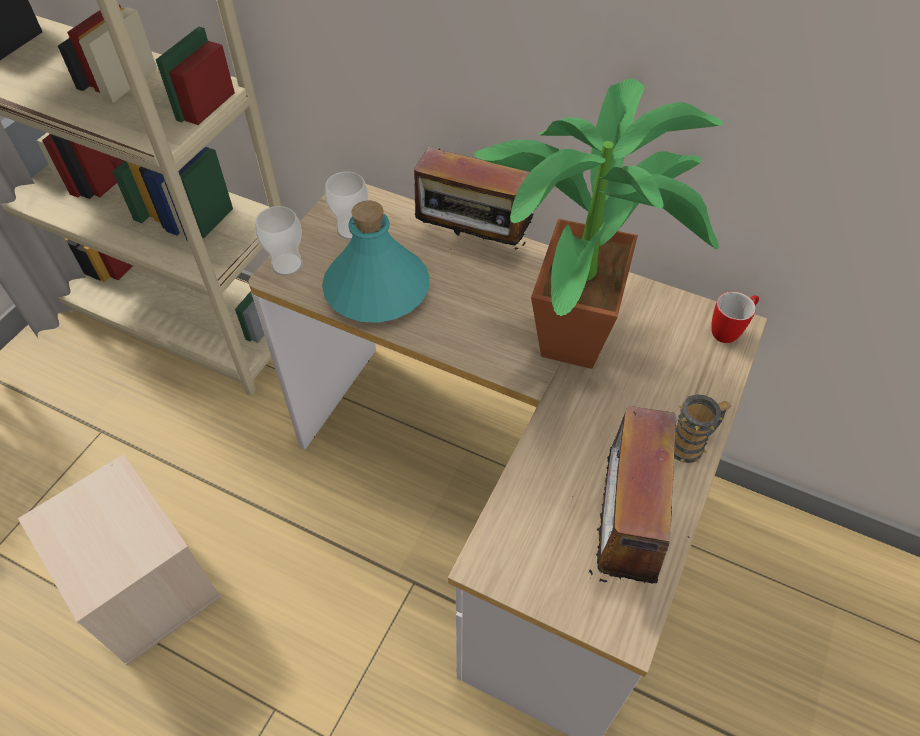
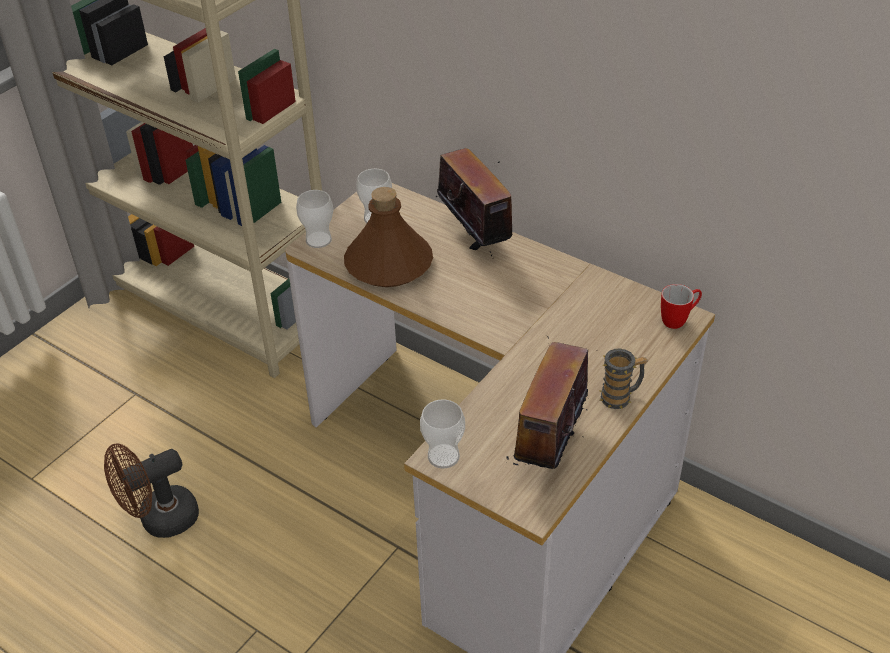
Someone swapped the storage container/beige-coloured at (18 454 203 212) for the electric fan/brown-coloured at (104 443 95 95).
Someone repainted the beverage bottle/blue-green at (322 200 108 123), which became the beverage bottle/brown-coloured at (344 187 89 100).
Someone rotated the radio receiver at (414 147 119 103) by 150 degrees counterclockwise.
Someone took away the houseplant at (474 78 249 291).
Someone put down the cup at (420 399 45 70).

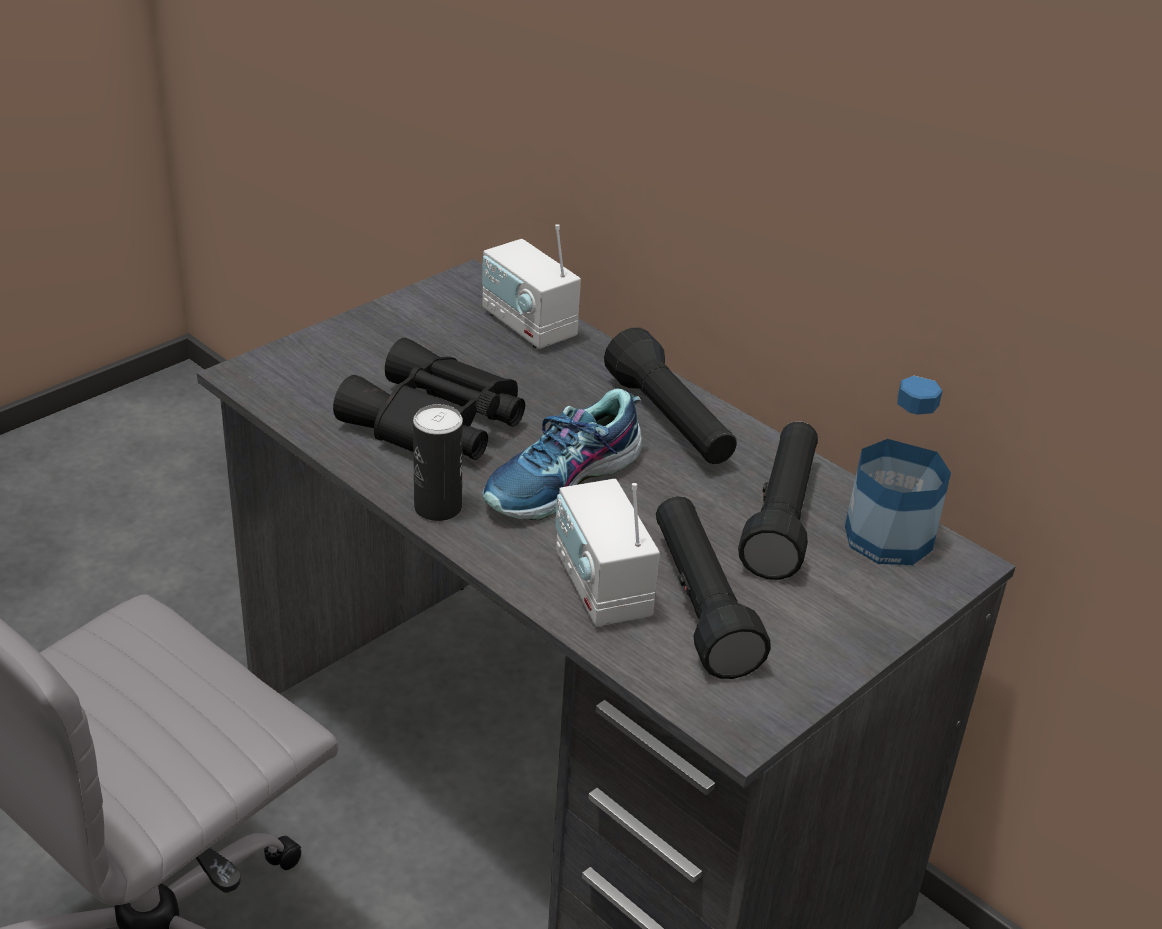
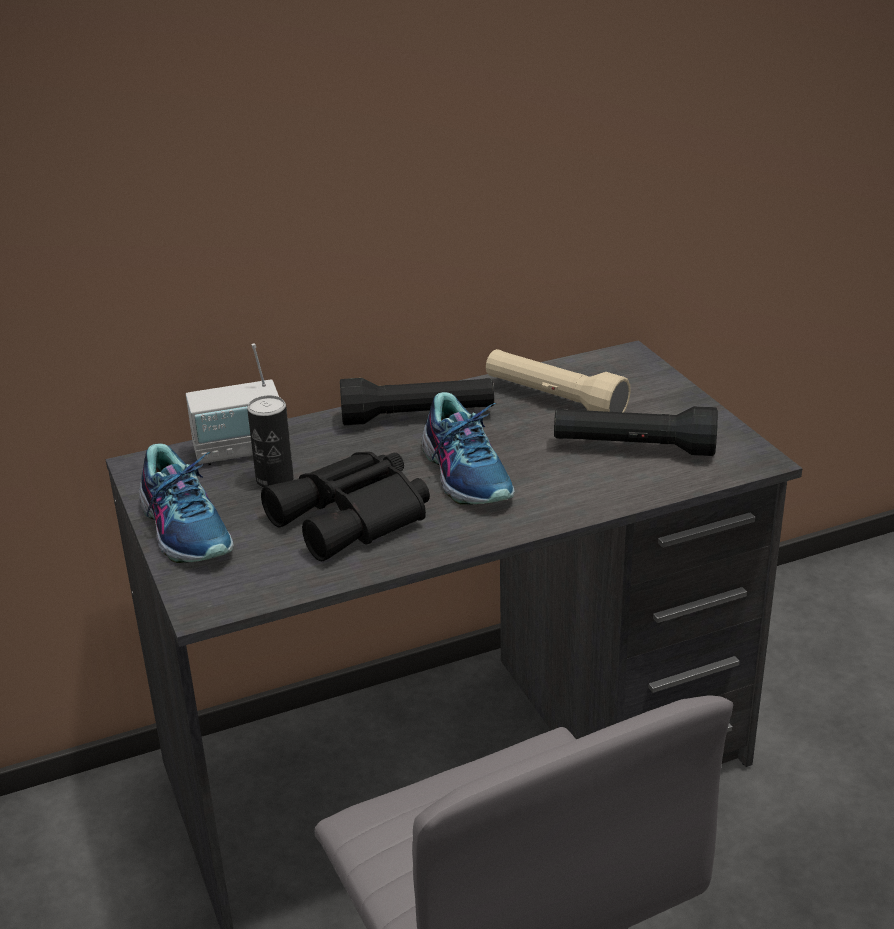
Someone carried the metal can from (413 404 50 117) to (247 395 47 92).
Someone took away the radio receiver at (555 479 105 148).
Someone repainted the hand torch/blackish at (738 422 80 158), which became the hand torch/beige-coloured at (486 349 145 63).
Someone took away the beverage bottle at (845 376 106 189).
Someone put down the item of footwear at (139 443 95 120).

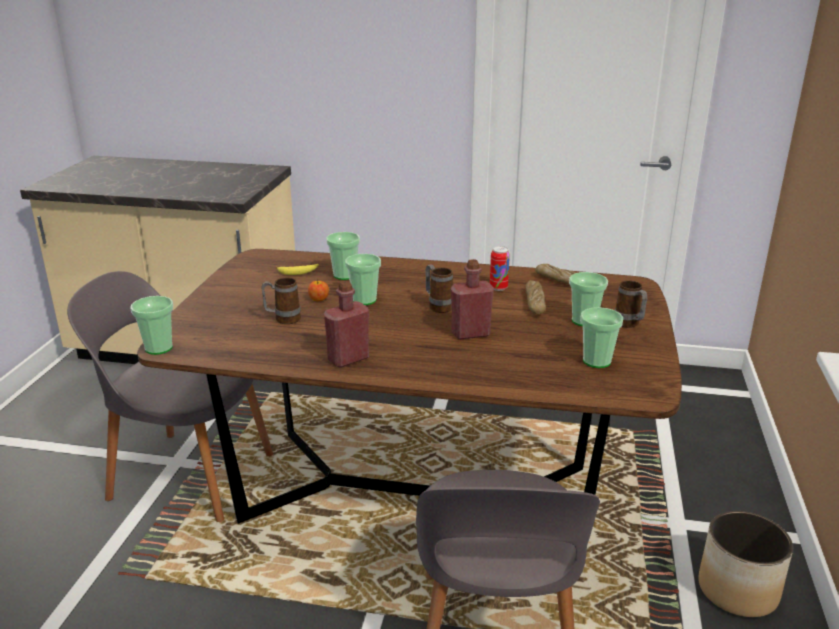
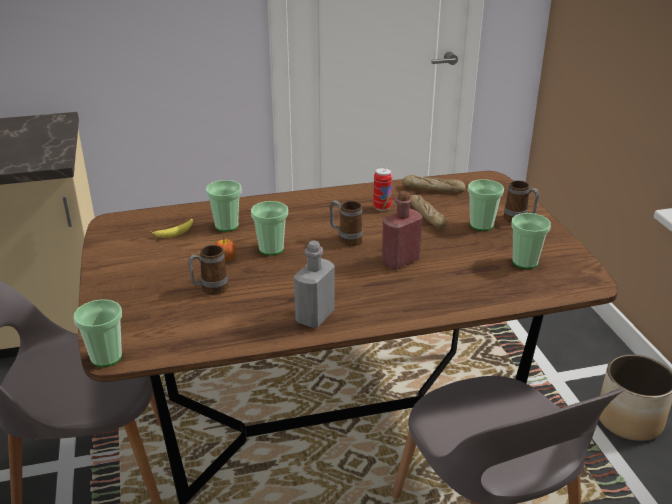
Someone repainted the beverage bottle/red at (324 281 45 87), which became the beverage bottle/greyish at (294 240 41 88).

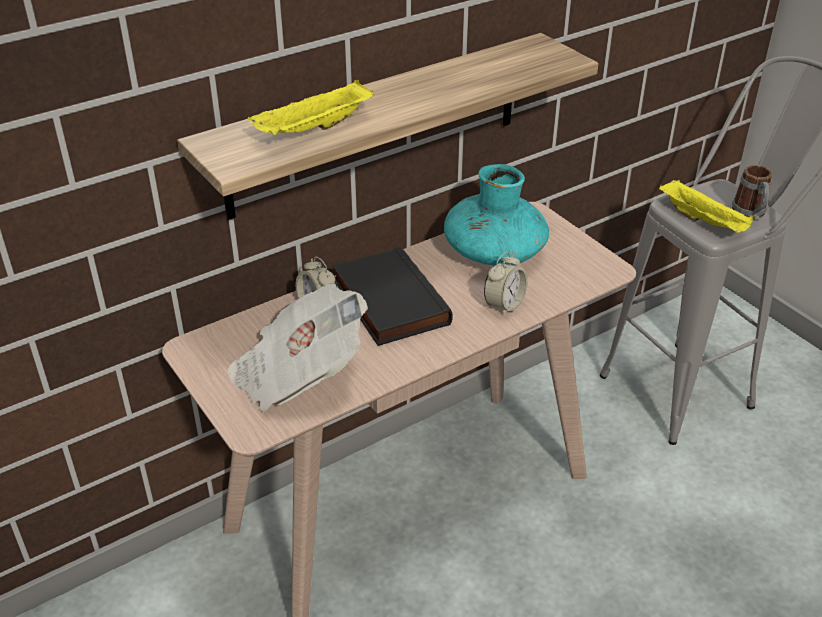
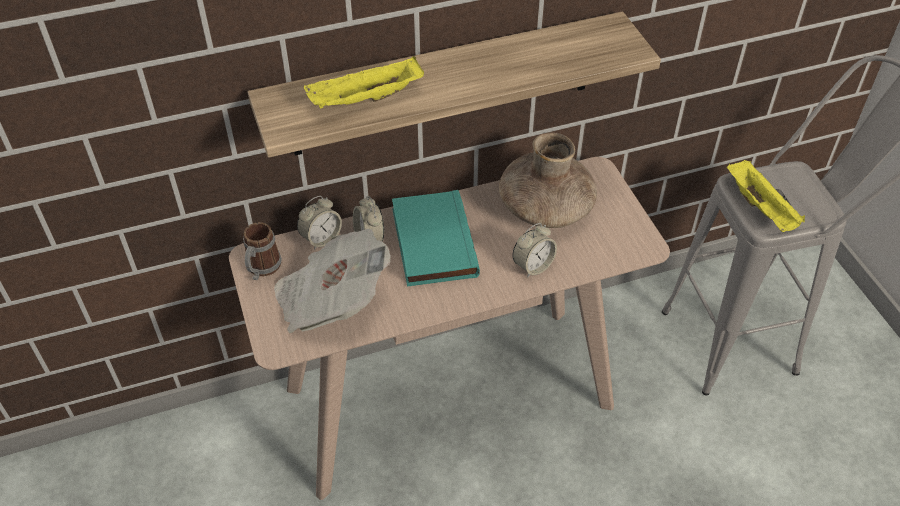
Someone repainted the bound book/blackish at (332 246 121 100), which became the bound book/blue-green at (392 190 88 97).
Someone repainted the flower vase/blue-green at (444 164 105 101), which became the flower vase/brown-coloured at (499 133 98 95).
Someone carried the mug from (732 165 40 56) to (243 222 39 58).
Someone put down the bedside clock at (297 196 45 54).

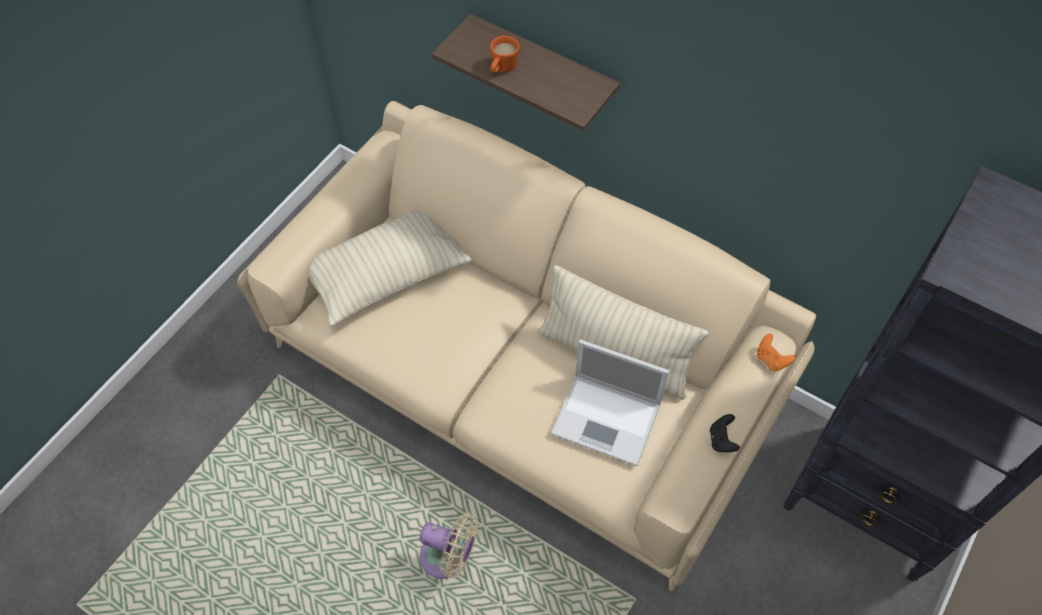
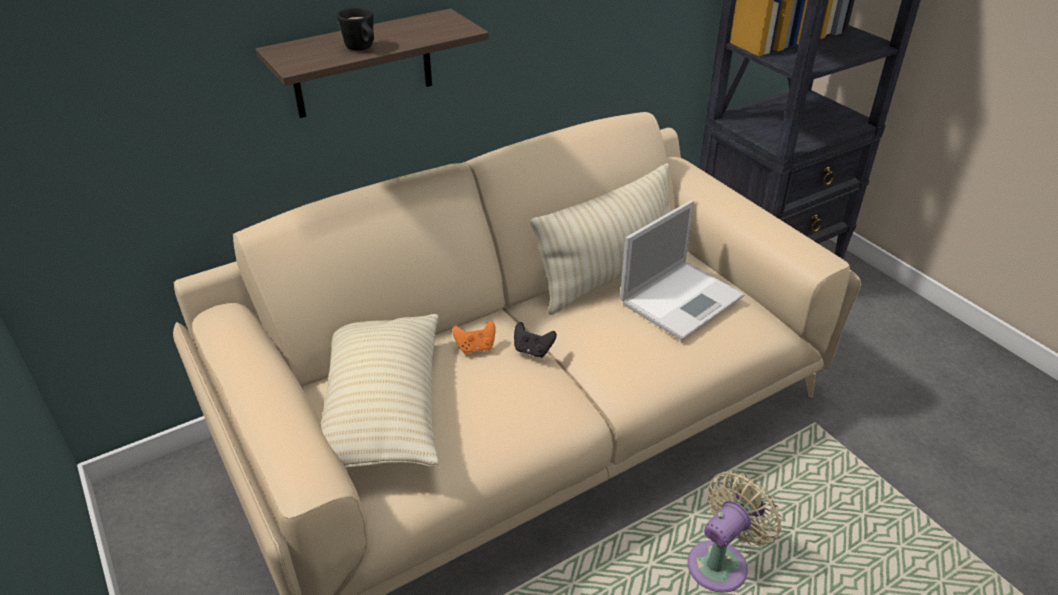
Someone repainted the mug/orangey at (490 36 29 37), which became the mug/blackish at (337 7 37 44).
Someone carried the game controller/blackish from (710 414 30 38) to (514 322 43 36).
Someone carried the game controller/orangey from (757 334 38 37) to (452 321 43 32).

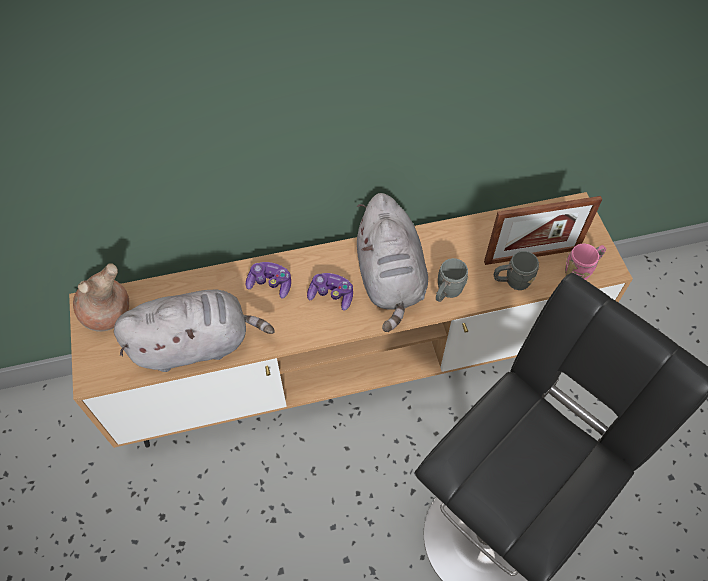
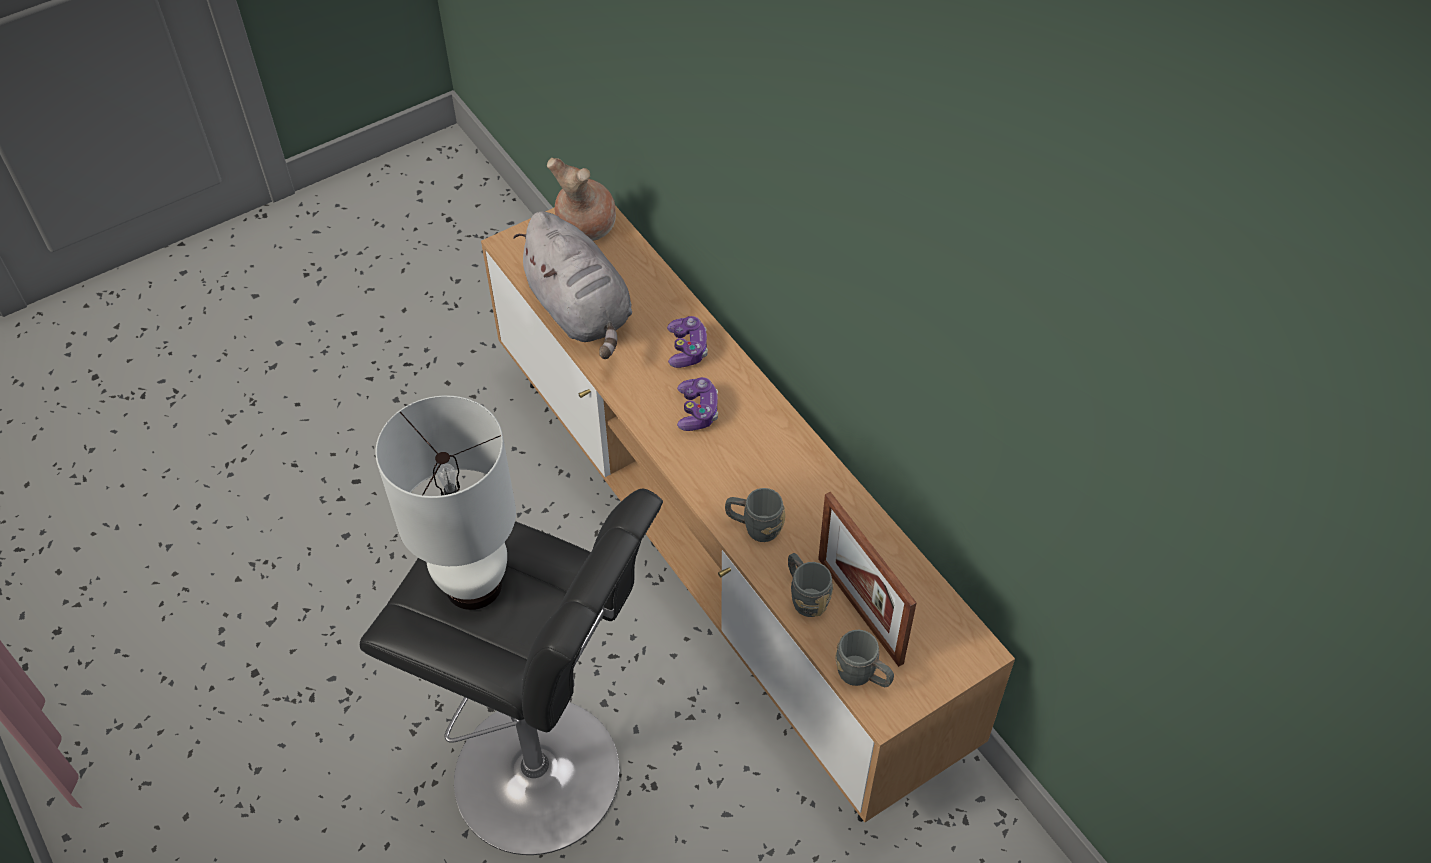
Someone took away the plush toy/greyish at (357 193 71 139).
Someone repainted the mug/pink at (565 244 41 36), which became the mug/greyish at (835 630 59 57).
Someone put down the lamp for a table/white-coloured at (375 396 141 214).

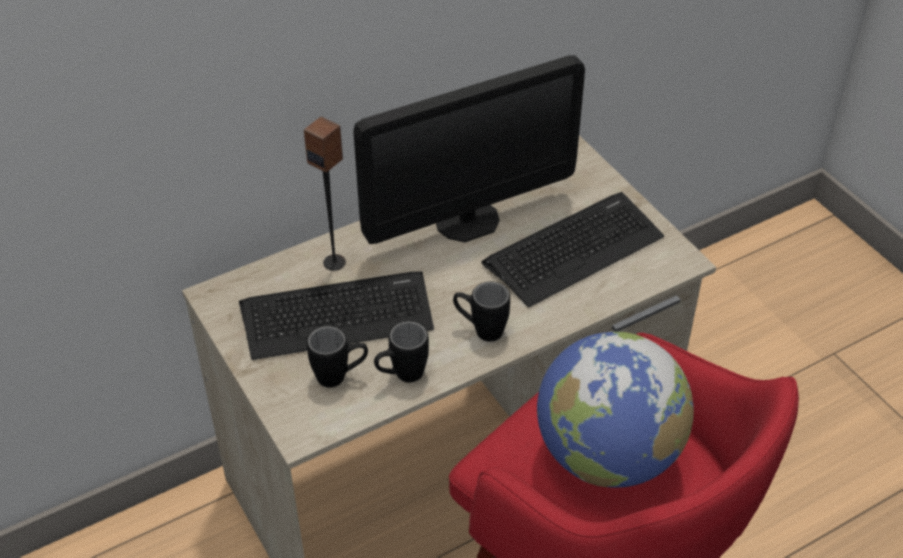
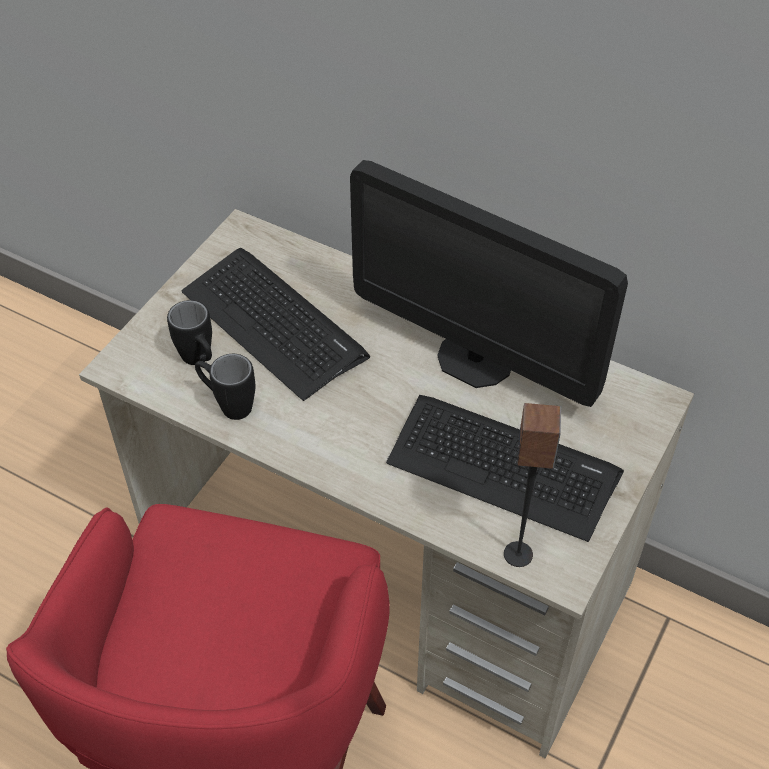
Someone carried the audio speaker from (304 116 42 155) to (504 403 57 164).
Someone took away the mug/blackish at (453 282 57 60).
Someone took away the world globe at (537 331 157 157).

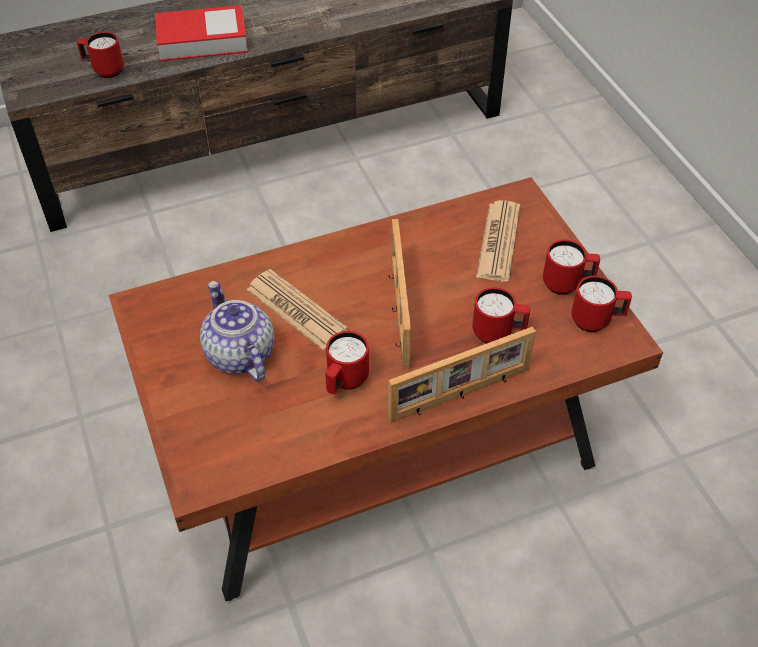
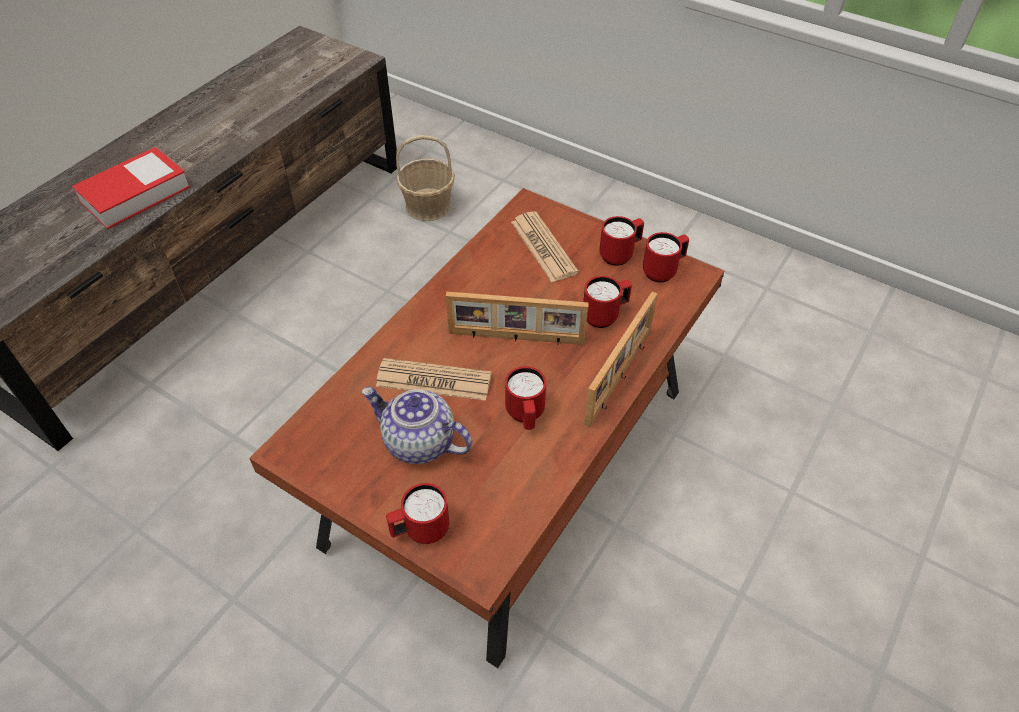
Someone carried the mug/red from (77 32 47 46) to (386 483 63 61).
Someone rotated the standing frame at (389 219 22 150) by 45 degrees counterclockwise.
Someone put down the storage basket at (396 135 59 86).

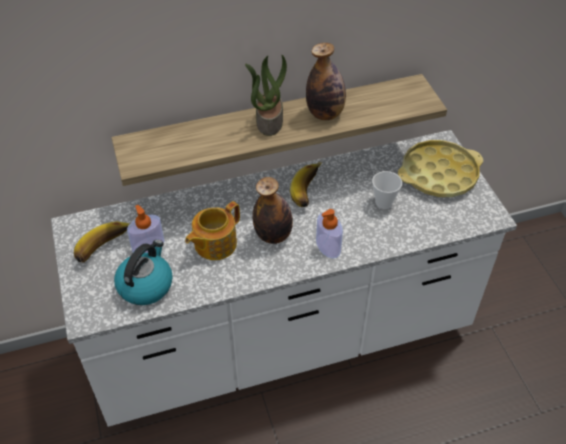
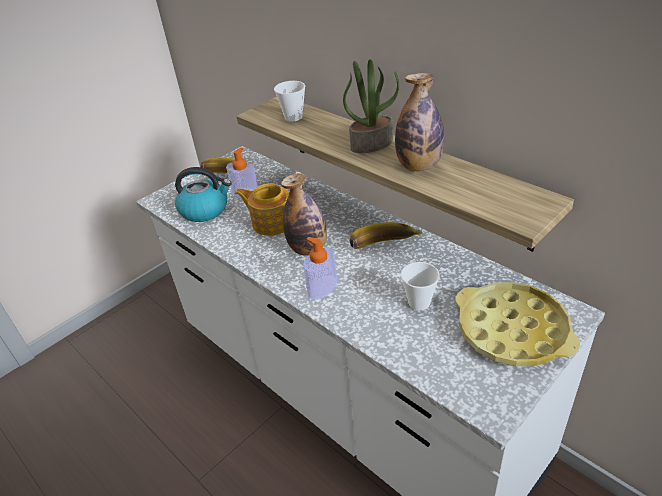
Someone put down the cup at (274 81 31 41).

